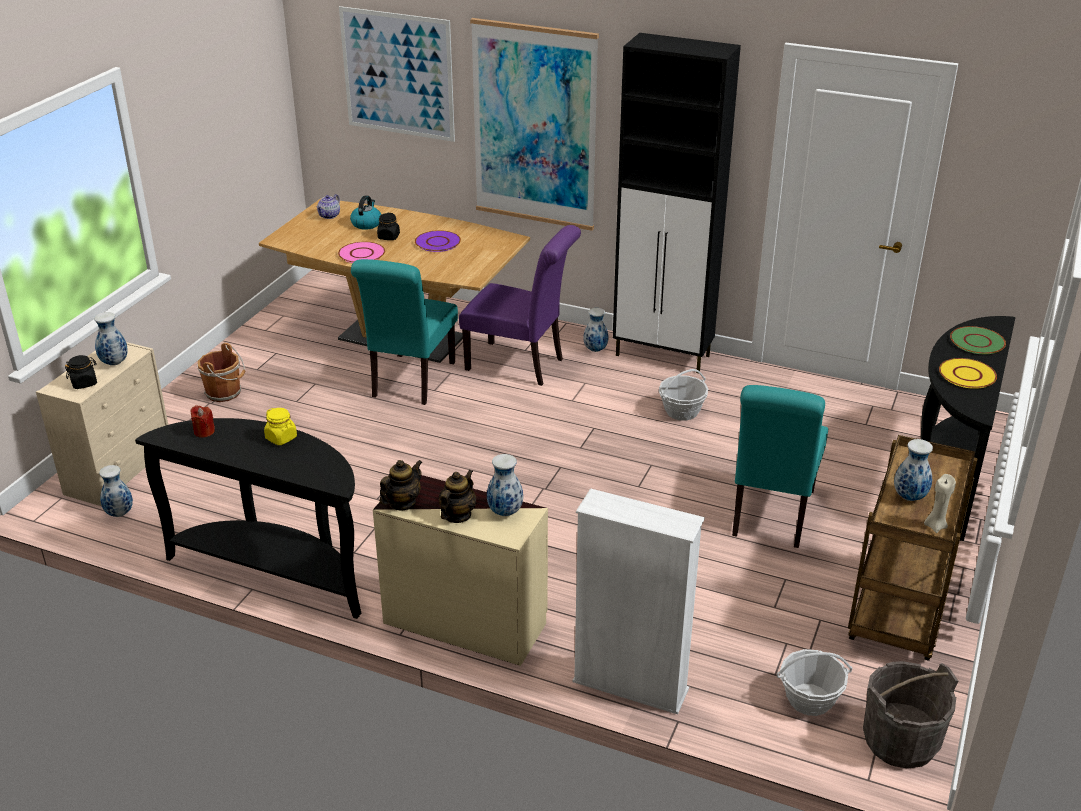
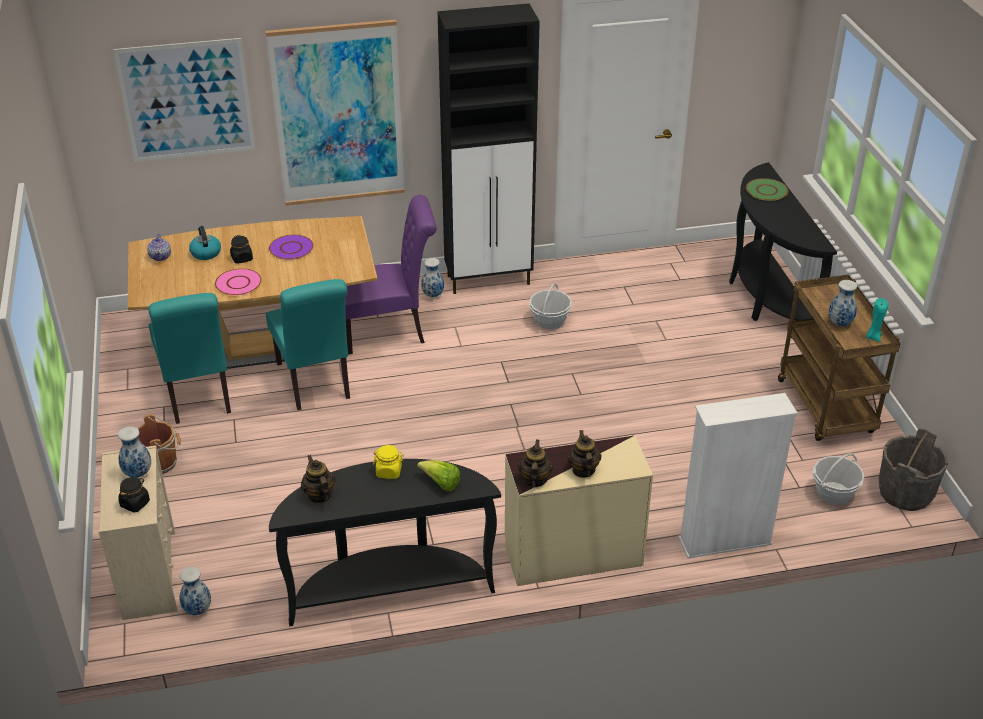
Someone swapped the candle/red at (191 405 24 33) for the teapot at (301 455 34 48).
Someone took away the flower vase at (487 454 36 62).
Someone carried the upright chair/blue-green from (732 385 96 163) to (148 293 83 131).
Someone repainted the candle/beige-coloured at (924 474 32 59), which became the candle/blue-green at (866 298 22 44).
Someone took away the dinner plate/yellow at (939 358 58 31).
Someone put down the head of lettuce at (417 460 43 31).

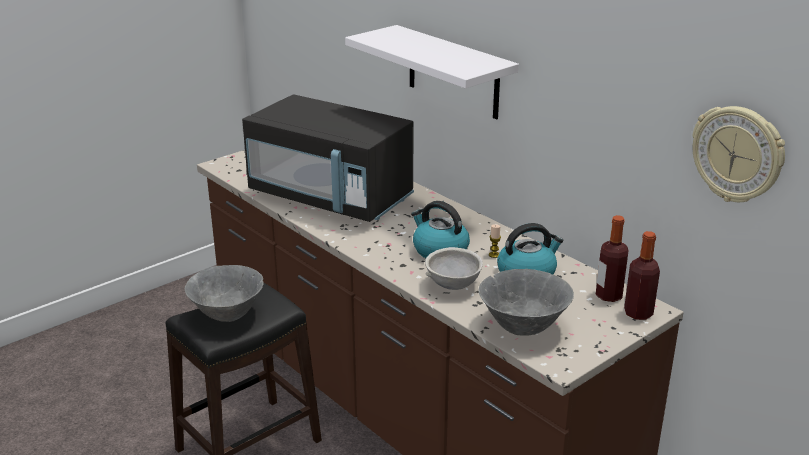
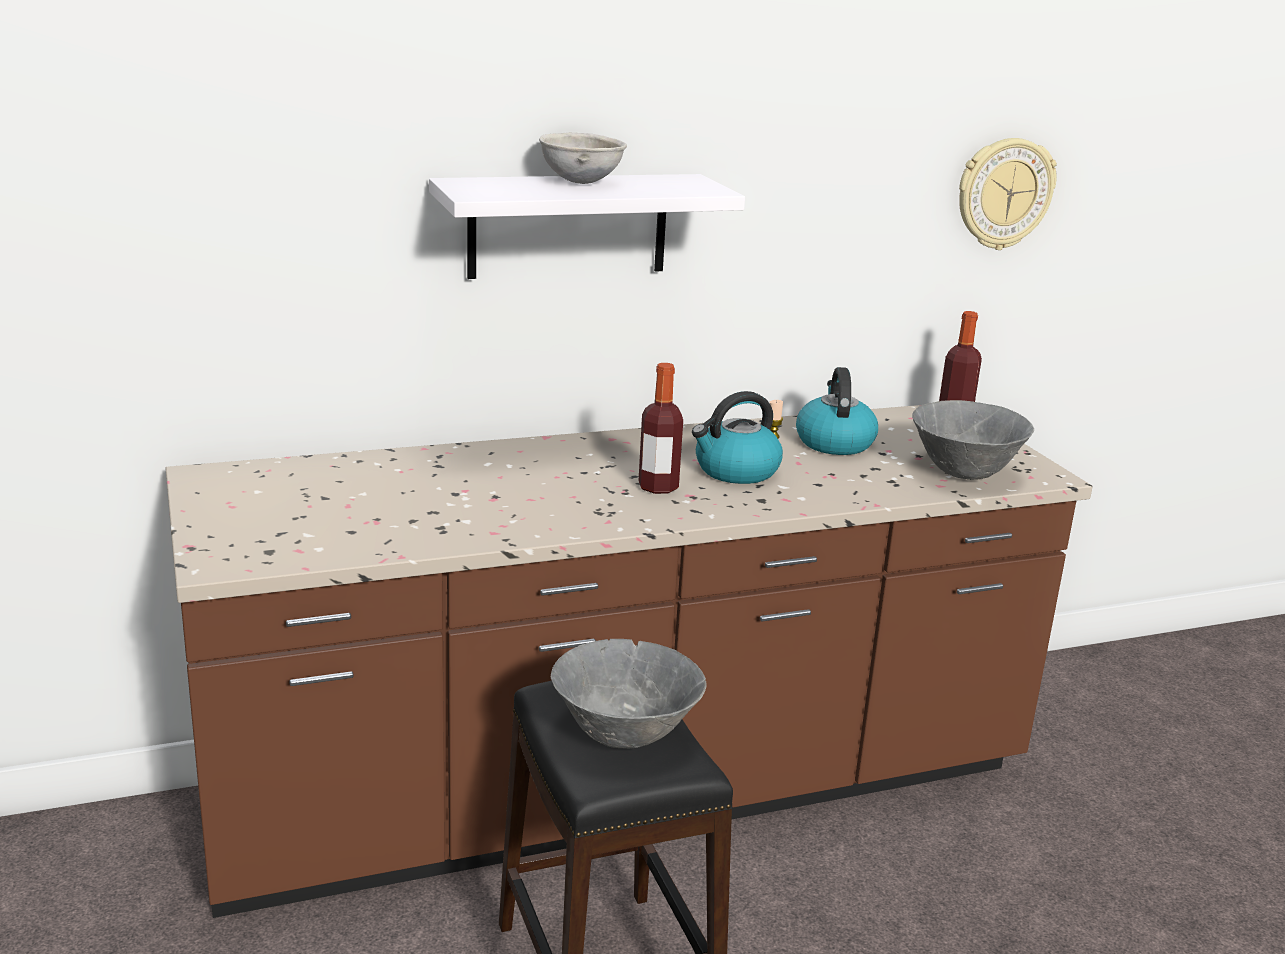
Someone took away the microwave/blackish at (242 94 172 128).
Someone carried the serving bowl/greyish from (425 247 58 43) to (539 132 88 52).
Someone carried the beverage bottle from (596 215 33 87) to (638 363 45 131).

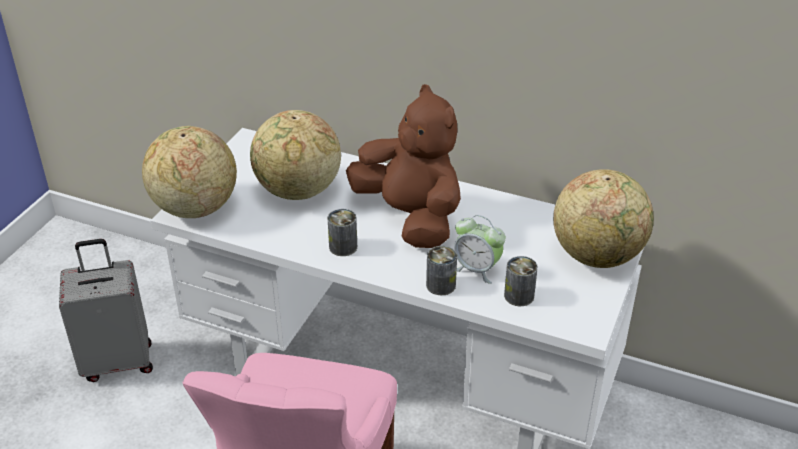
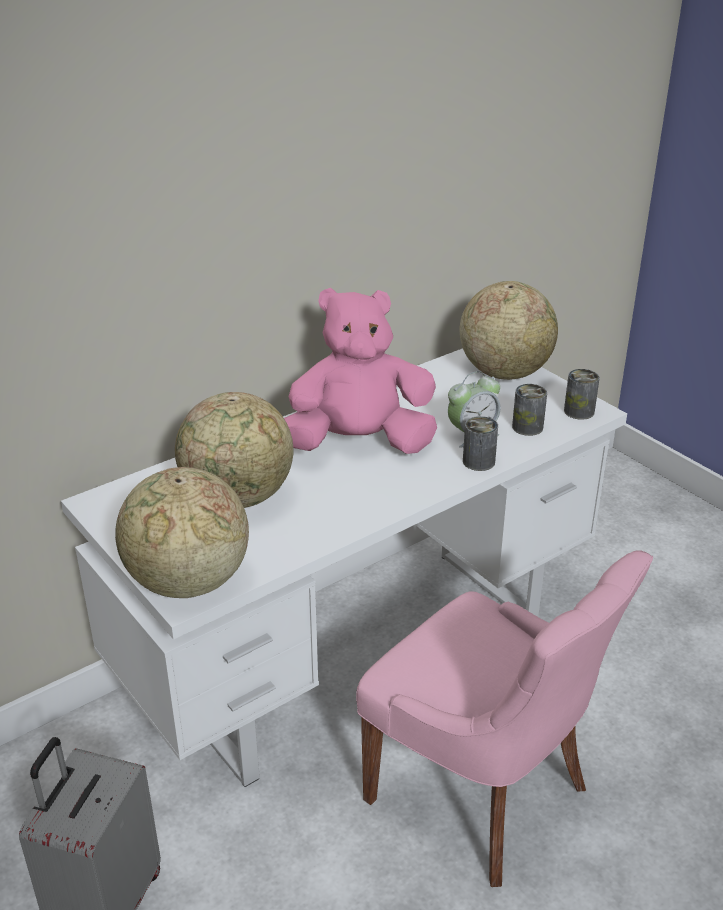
Someone carried the metal can from (328 209 29 47) to (564 369 36 51).
Someone repainted the plush toy/brown-coloured at (346 84 115 164), which became the plush toy/pink at (284 288 153 166).

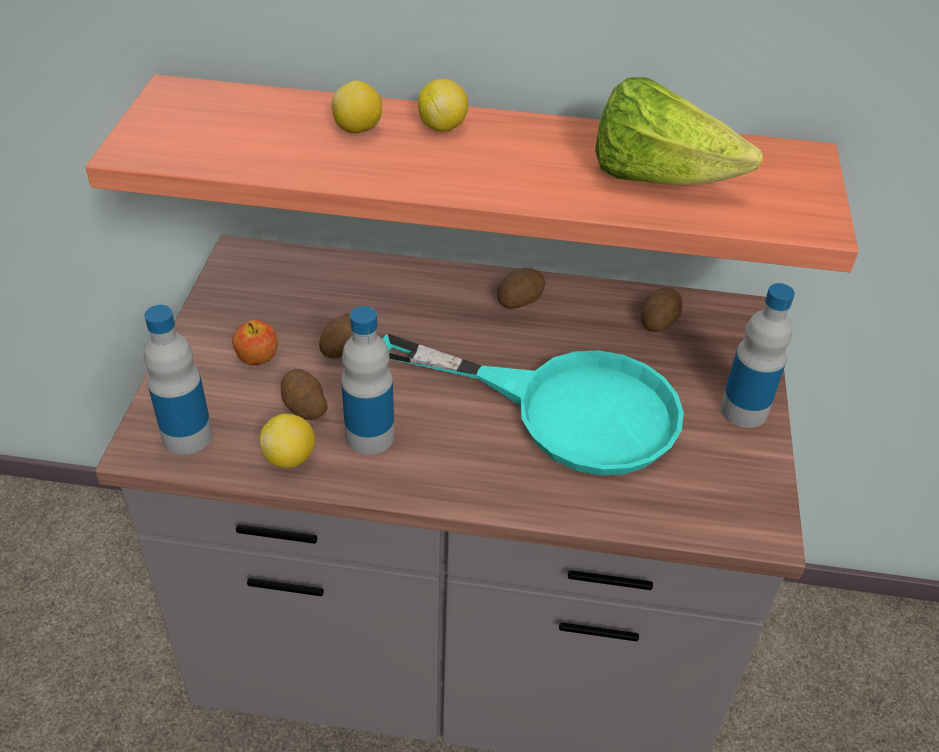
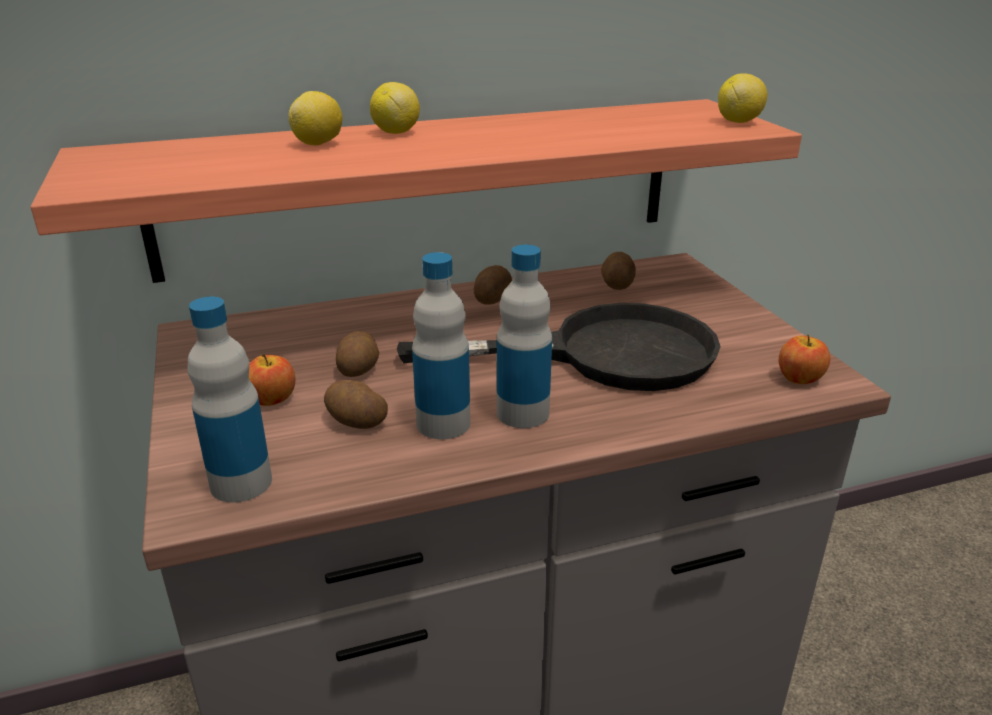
Someone carried the citrus fruit from (259 414 56 54) to (718 73 49 50).
Someone repainted the pan/blue-green at (382 333 302 143), which became the pan/blackish at (397 303 324 88).
Someone took away the head of lettuce at (595 77 168 108).
Someone carried the beverage bottle from (720 283 75 145) to (497 245 55 183).
Someone put down the apple fruit at (779 334 52 50).

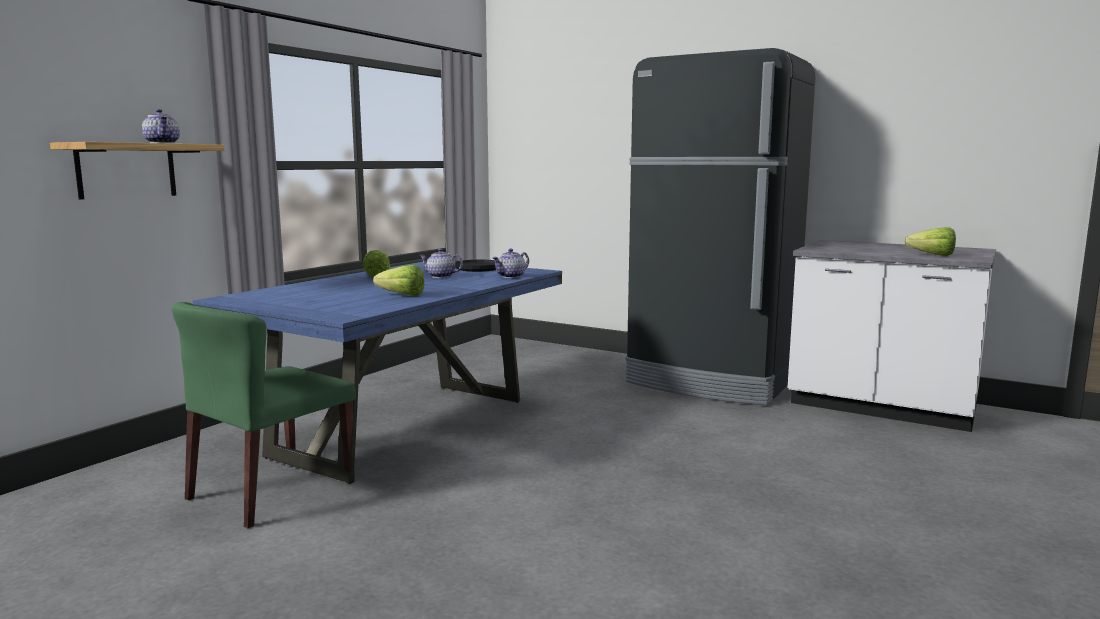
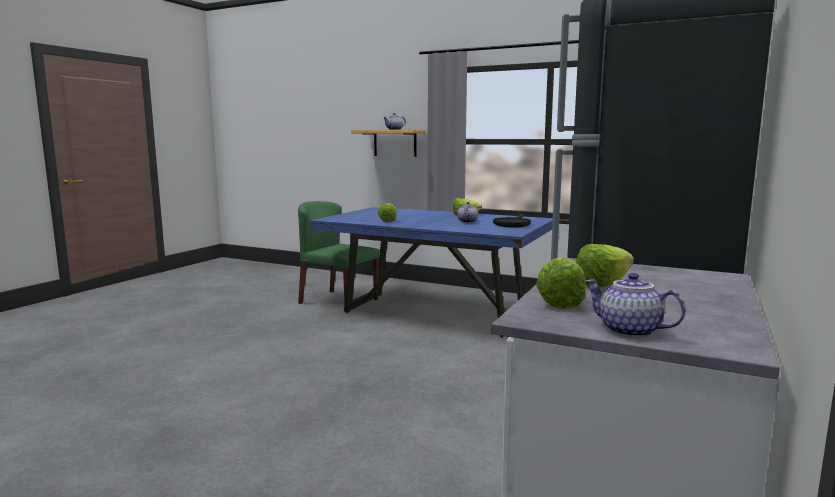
Someone carried the teapot from (493 249 36 29) to (585 273 101 65).
Someone put down the head of lettuce at (576 244 58 44).

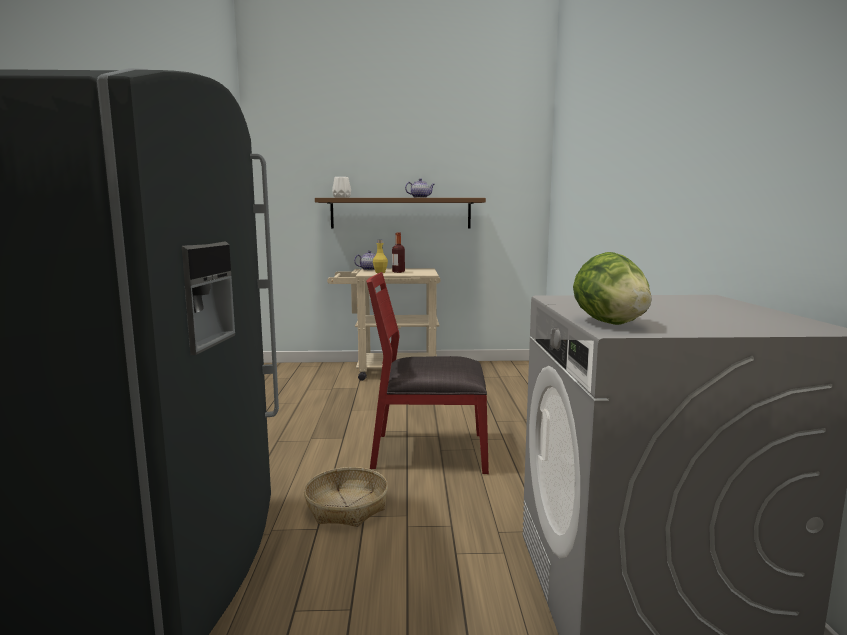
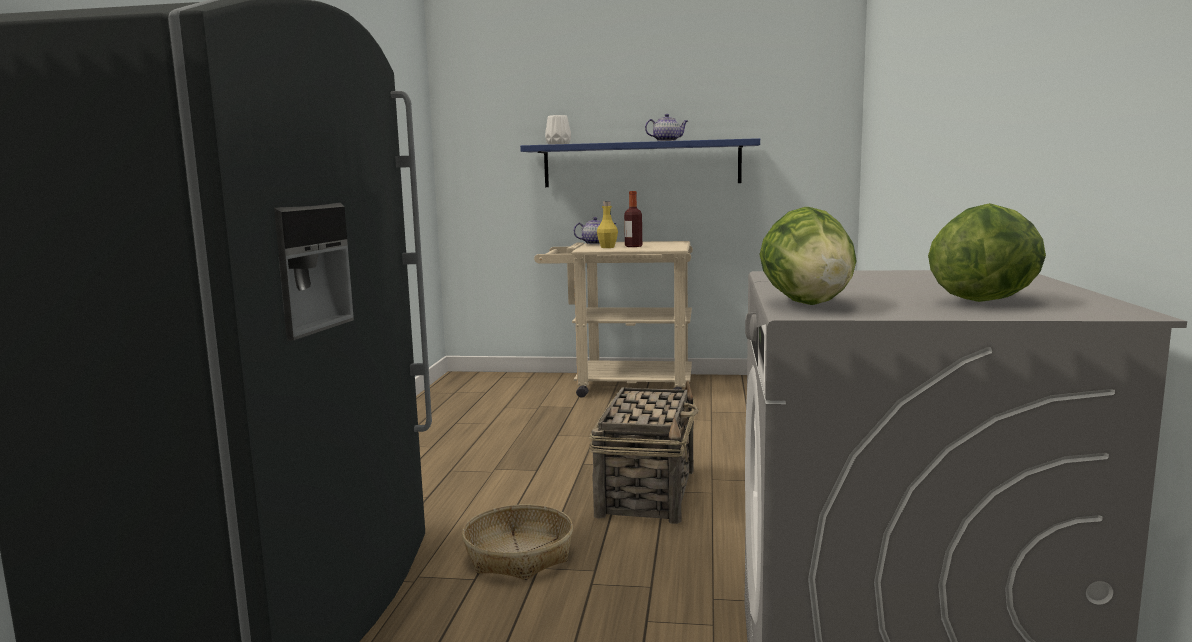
Someone repainted the wall shelf/brown-coloured at (315 198 171 31), which became the wall shelf/blue at (520 138 240 49).
Someone swapped the upright chair/red at (366 272 123 202) for the storage basket at (589 381 110 143).
Someone put down the head of lettuce at (928 203 118 99).

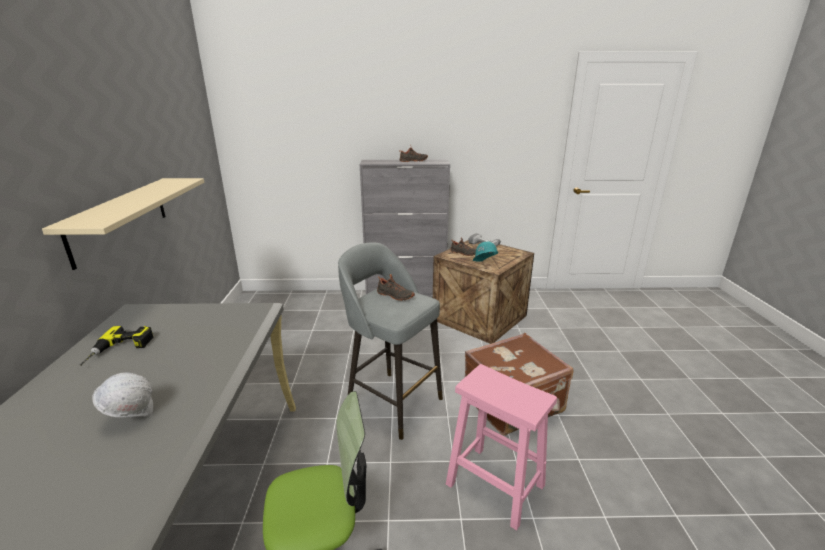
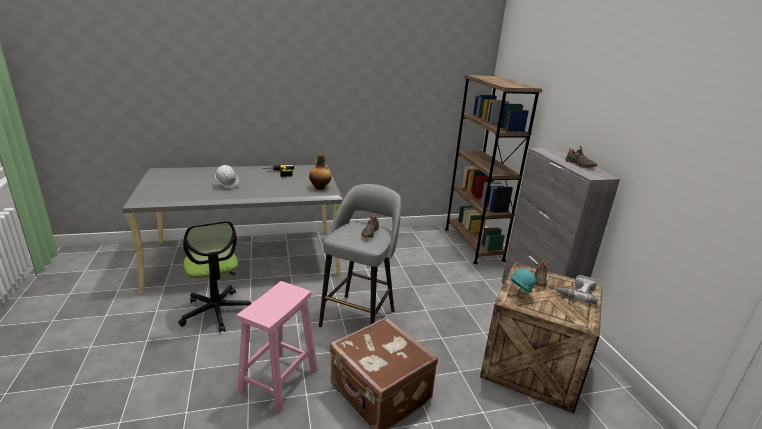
Someone took away the wall shelf/beige-coloured at (42 178 162 92).
Someone put down the beverage bottle at (309 154 22 36).
Someone put down the shelving unit/brown-coloured at (445 75 97 189).

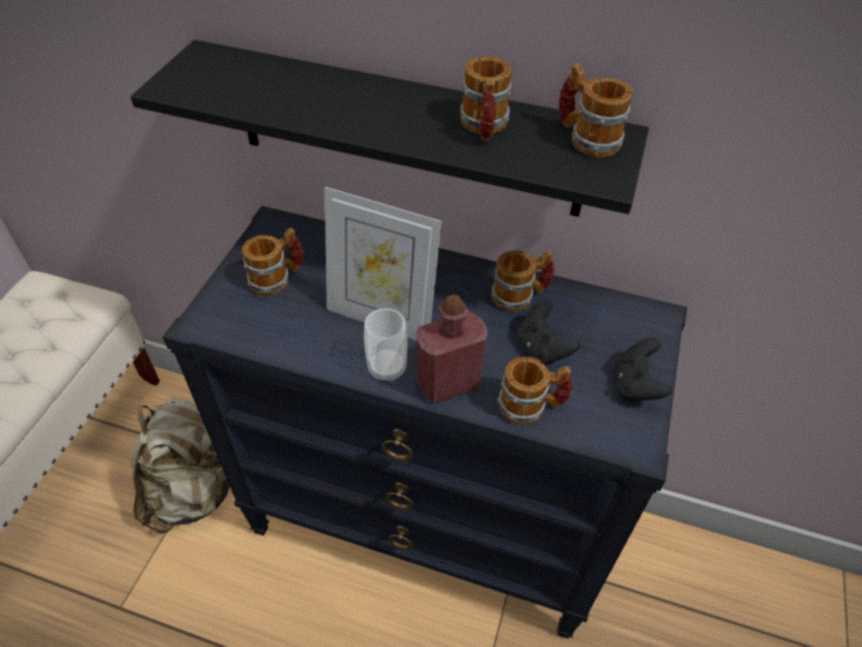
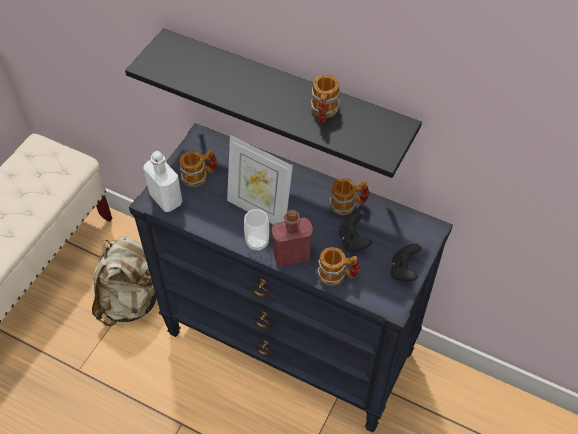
Someone took away the mug at (559 63 74 95).
Someone put down the beverage bottle/white-coloured at (143 151 39 61).

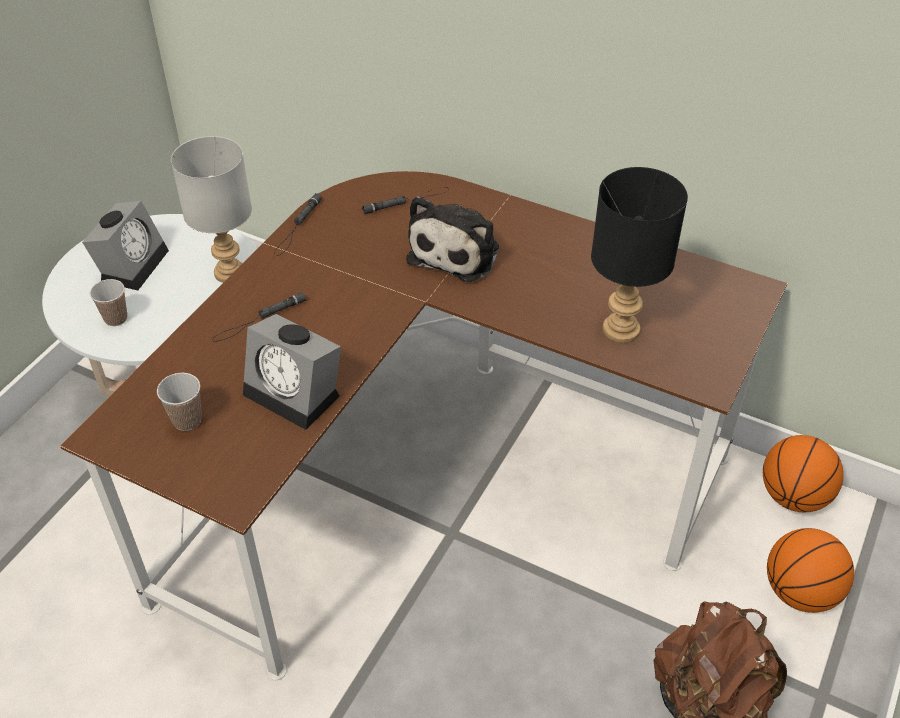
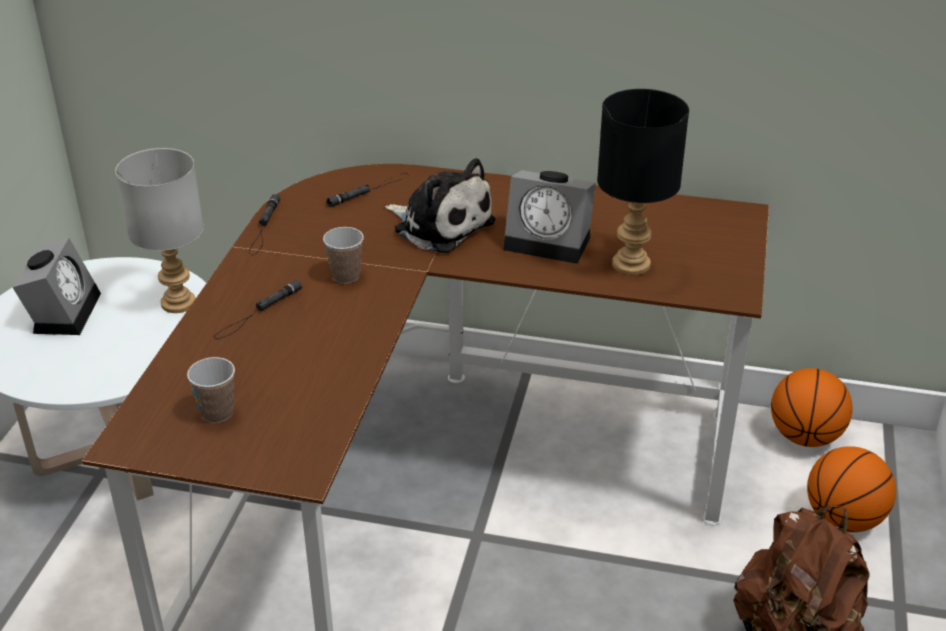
Someone carried the cup from (90 279 37 47) to (323 227 41 57).
Someone carried the bedside clock from (243 314 98 116) to (503 170 93 94).
Someone rotated the plush toy at (406 196 93 86) by 60 degrees counterclockwise.

